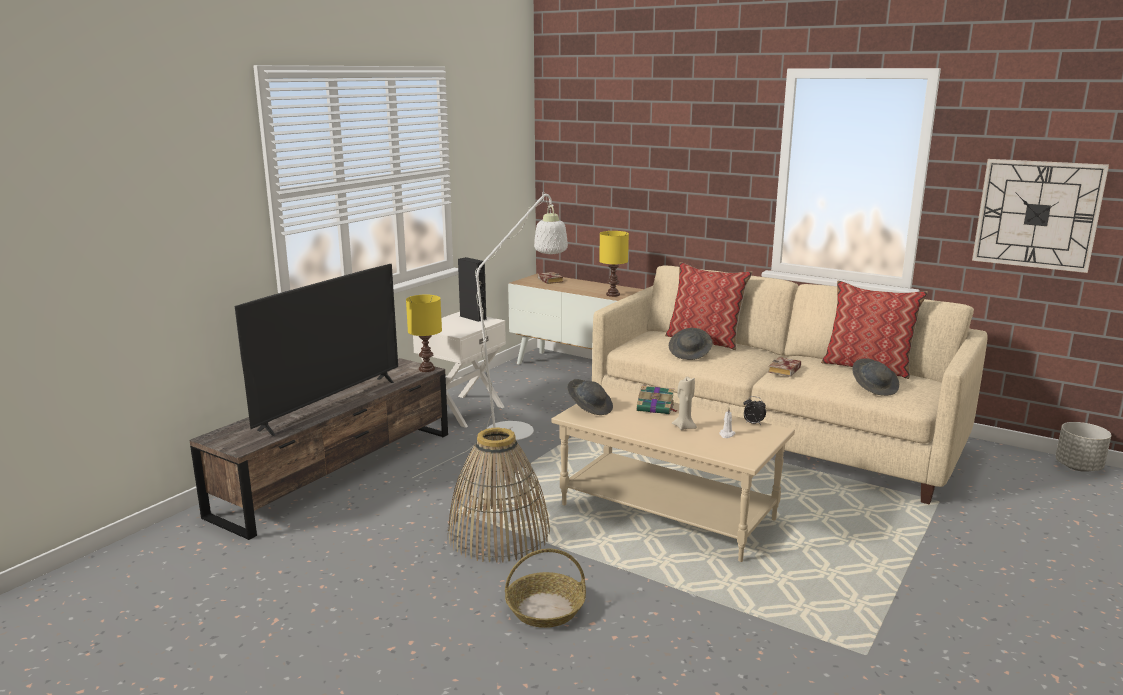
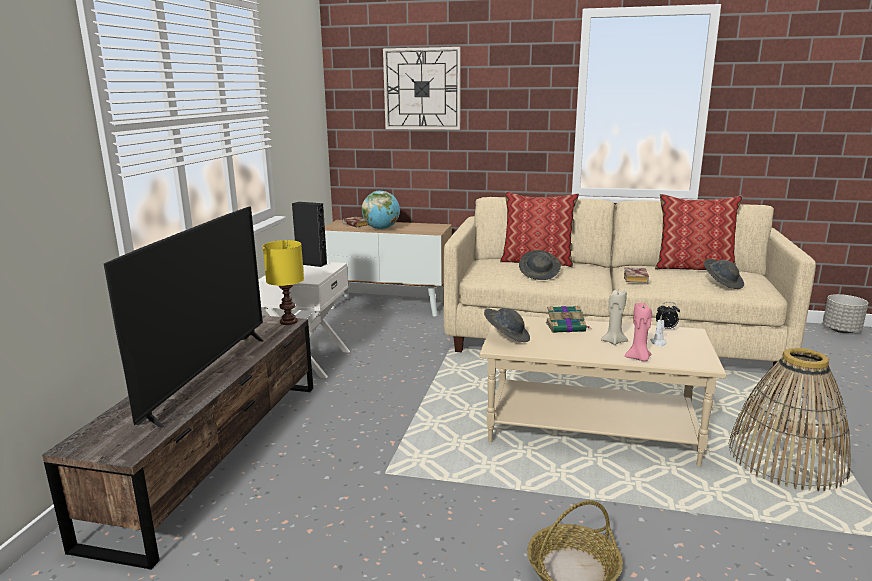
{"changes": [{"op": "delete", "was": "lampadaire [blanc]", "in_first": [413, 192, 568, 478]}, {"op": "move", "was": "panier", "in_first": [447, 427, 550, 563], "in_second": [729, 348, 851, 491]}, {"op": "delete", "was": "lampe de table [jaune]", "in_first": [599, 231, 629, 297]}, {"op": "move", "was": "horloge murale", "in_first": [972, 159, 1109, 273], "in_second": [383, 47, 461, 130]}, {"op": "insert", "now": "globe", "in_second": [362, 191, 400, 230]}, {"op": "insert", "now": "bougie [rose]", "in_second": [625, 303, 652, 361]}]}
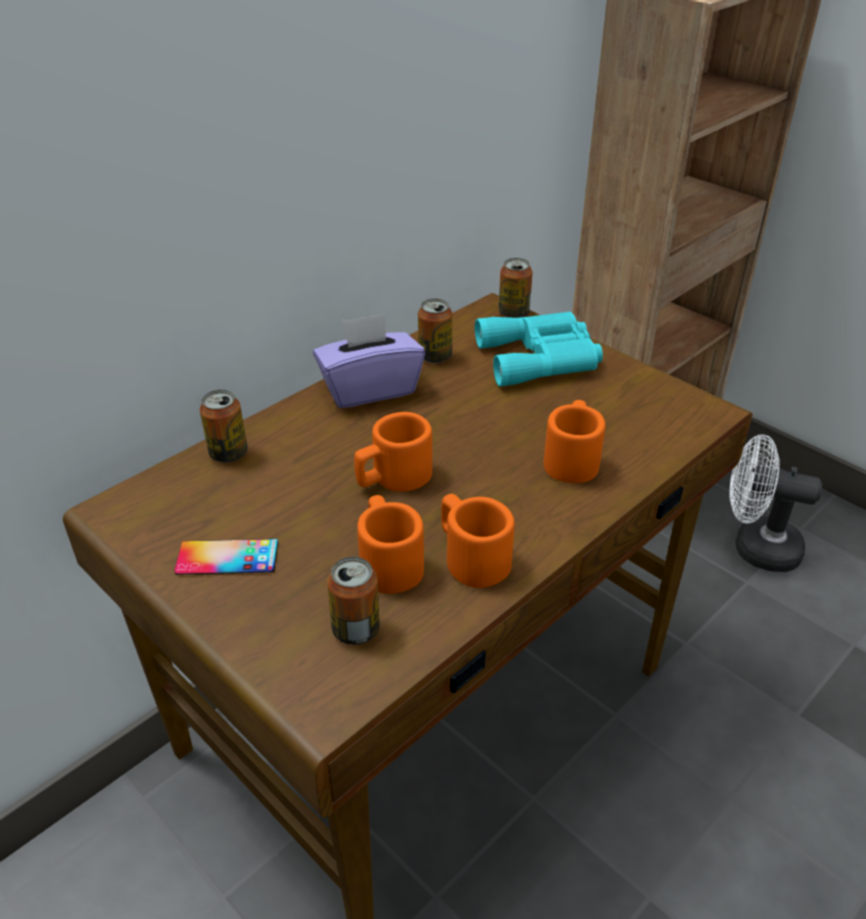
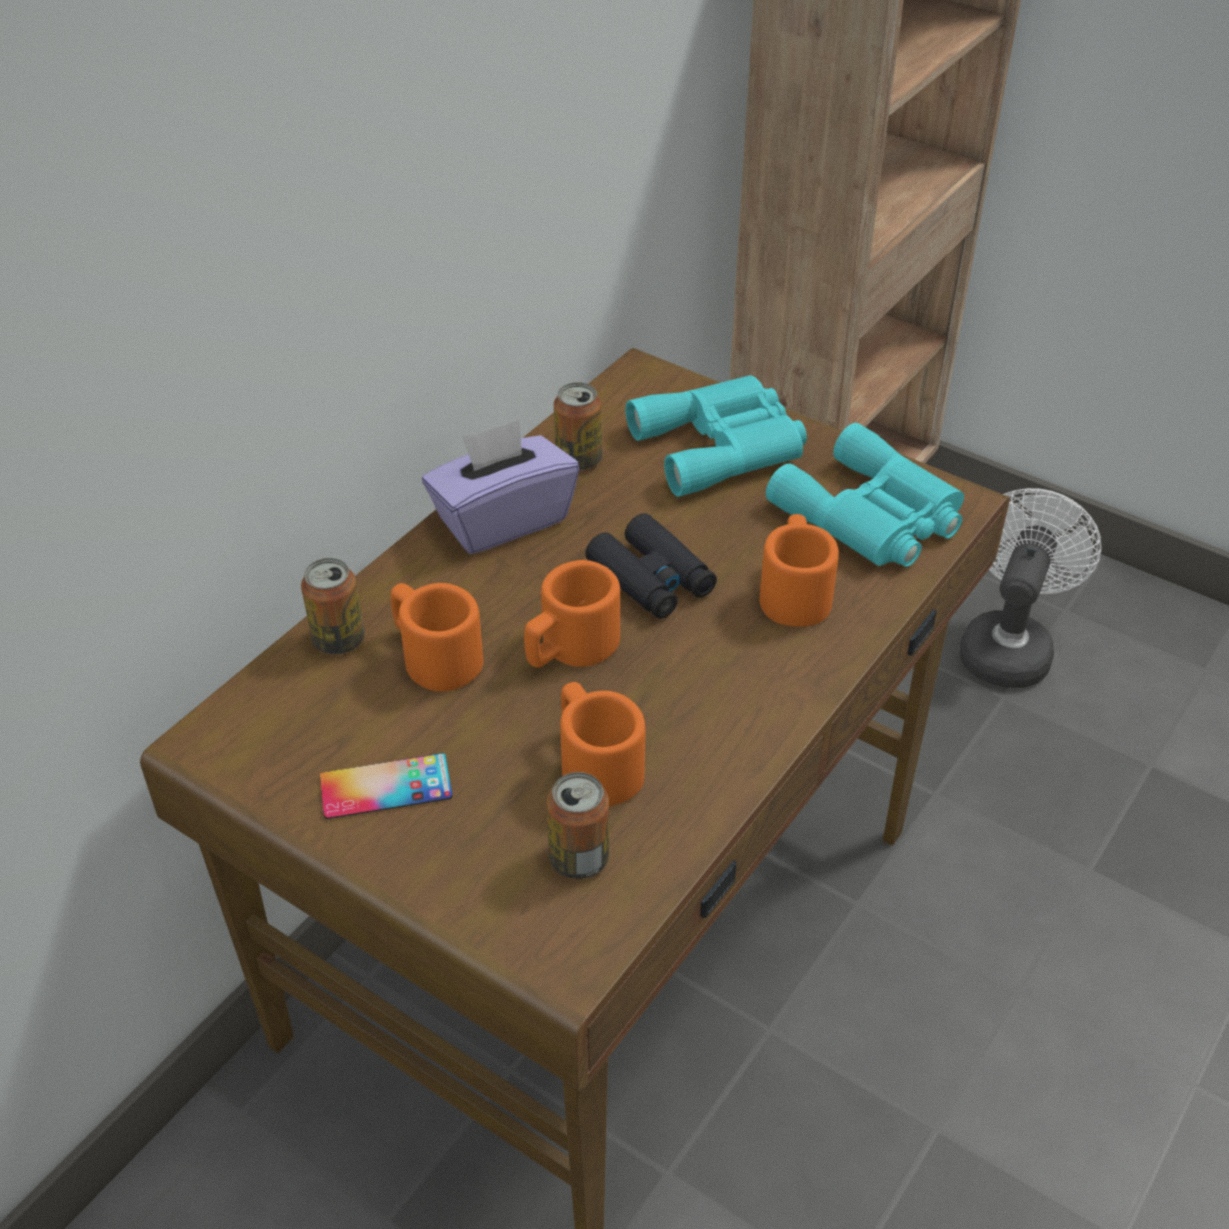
{"changes": [{"op": "move", "was": "mug [orange]", "in_first": [441, 494, 515, 588], "in_second": [391, 583, 483, 692]}, {"op": "delete", "was": "boîte métallique", "in_first": [499, 258, 533, 318]}, {"op": "rotate", "was": "ventilateur [blanc]", "in_first": [730, 435, 823, 572], "in_second": [959, 488, 1102, 688], "clockwise": 105}, {"op": "insert", "now": "jumelles [noir]", "in_second": [585, 513, 717, 619]}, {"op": "insert", "now": "jumelles [turquoise]", "in_second": [766, 423, 964, 567]}]}
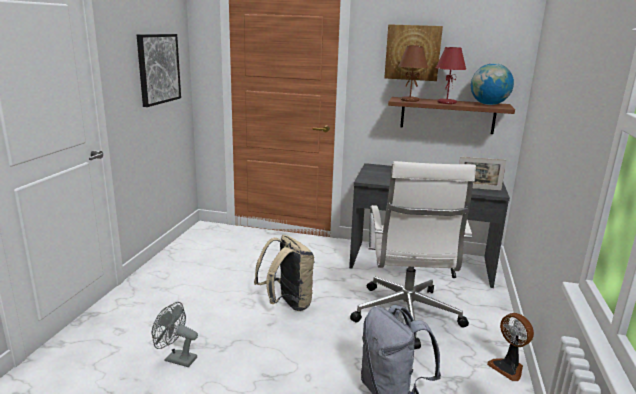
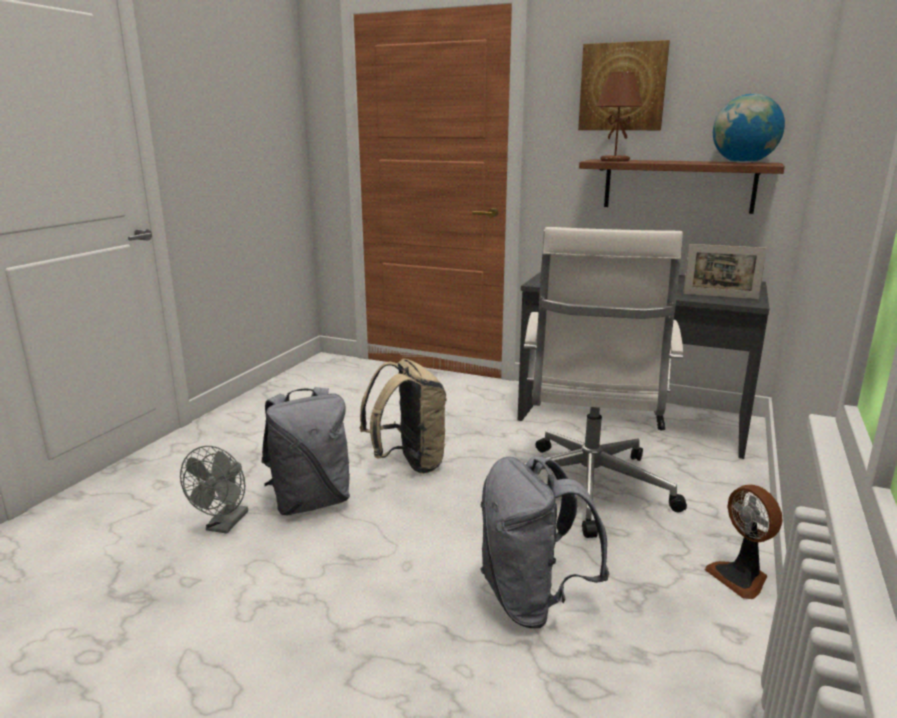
{"changes": [{"op": "delete", "was": "tableau", "in_first": [137, 34, 181, 107]}, {"op": "rotate", "was": "ventilateur [gris]", "in_first": [152, 302, 198, 367], "in_second": [180, 446, 248, 534], "clockwise": -105}, {"op": "delete", "was": "lampe de table [rouge]", "in_first": [436, 47, 466, 104]}, {"op": "insert", "now": "sac à dos [gris]", "in_second": [261, 387, 350, 515]}]}
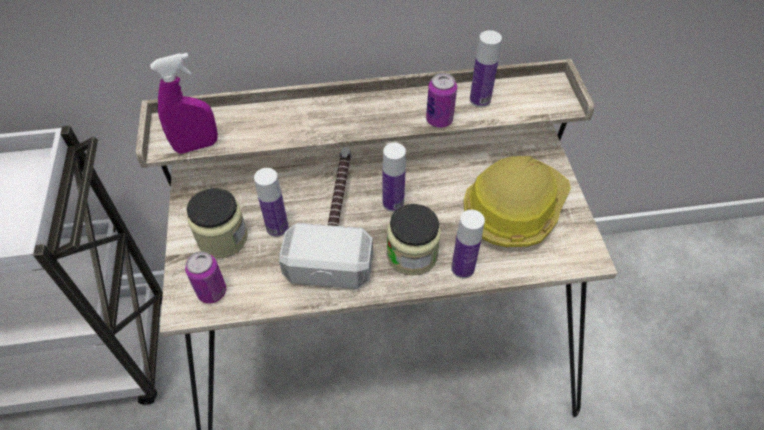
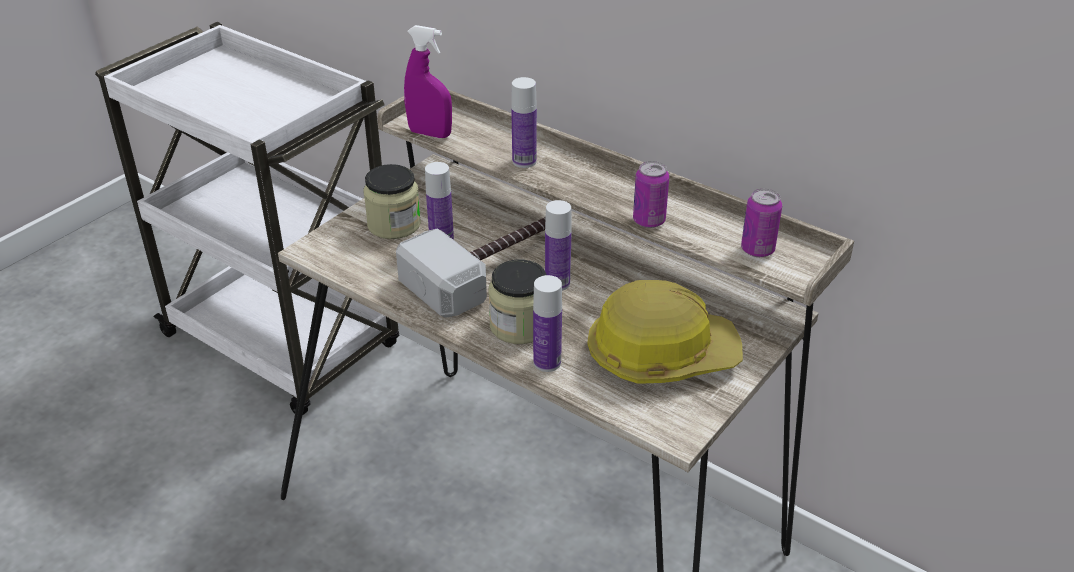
{"changes": [{"op": "move", "was": "boîte métallique", "in_first": [185, 251, 226, 304], "in_second": [741, 189, 782, 257]}, {"op": "move", "was": "bouteille", "in_first": [470, 30, 502, 107], "in_second": [511, 77, 537, 168]}]}
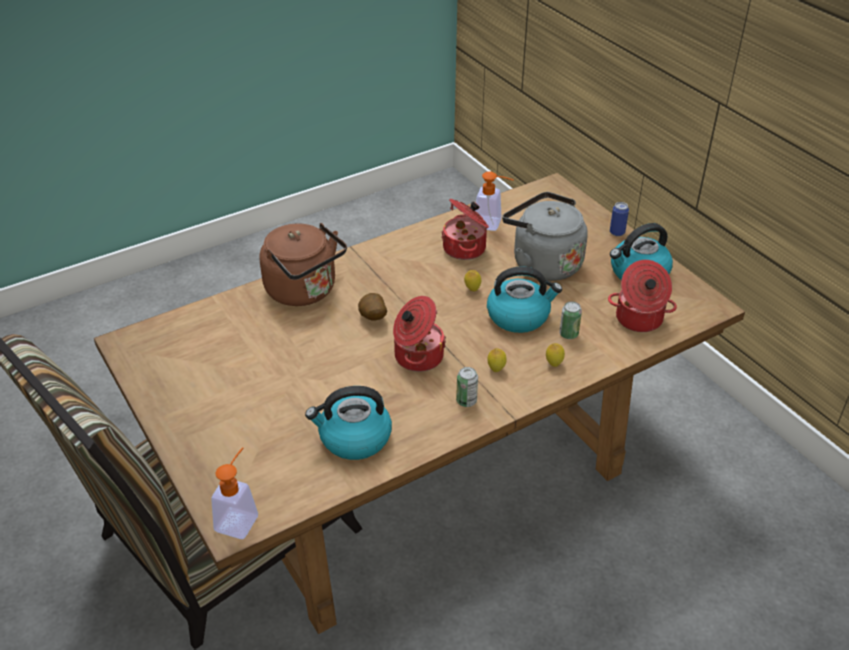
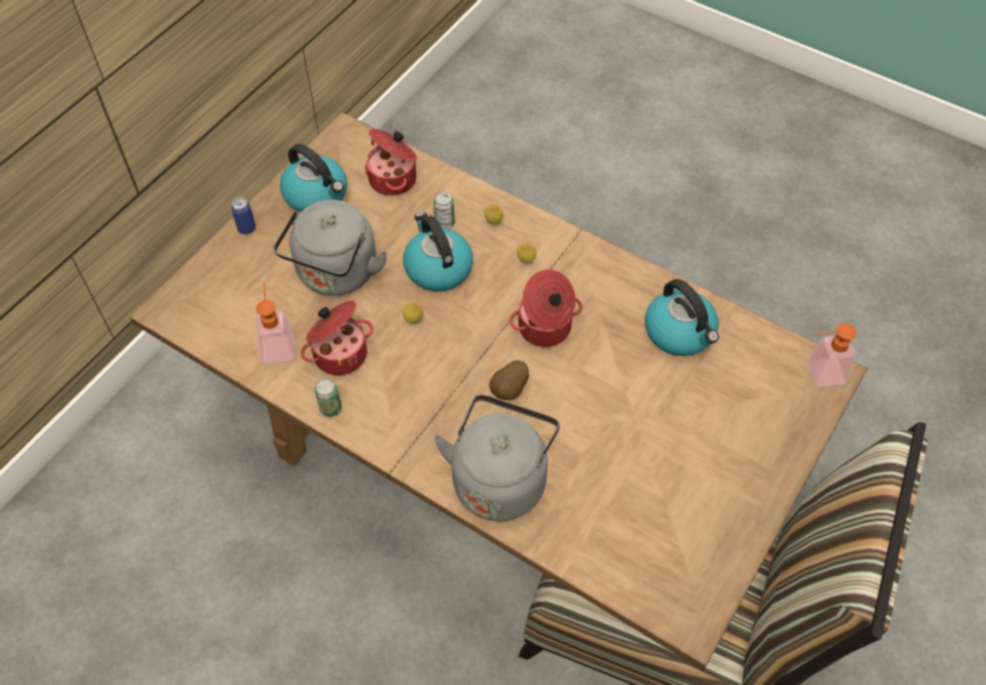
{"changes": [{"op": "recolor", "was": "bouilloire [marron]", "now": "bouilloire [gris]", "in_first": [259, 223, 347, 306], "in_second": [434, 395, 560, 521]}, {"op": "move", "was": "boîte métallique", "in_first": [456, 367, 478, 407], "in_second": [315, 378, 342, 417]}]}
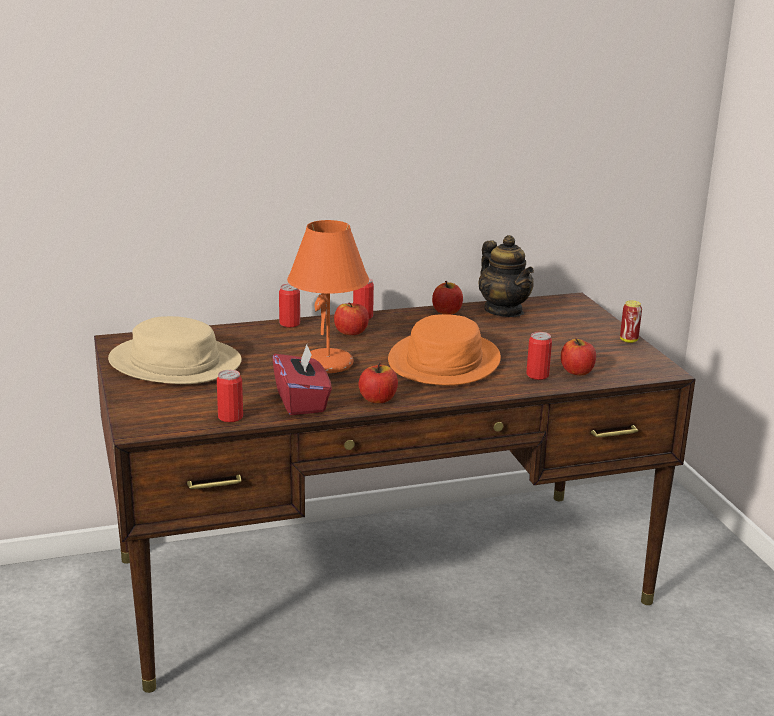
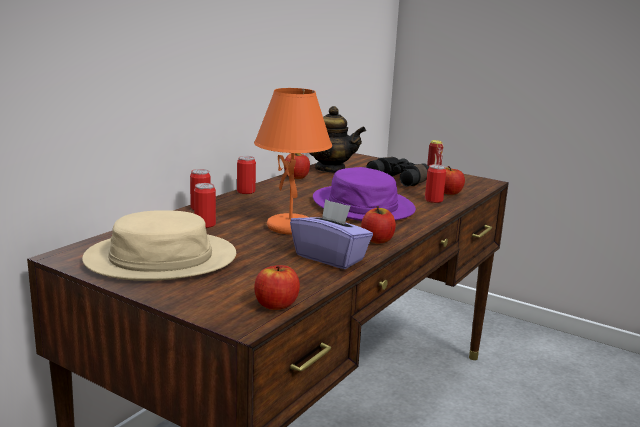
{"changes": [{"op": "move", "was": "boîte métallique", "in_first": [217, 370, 243, 422], "in_second": [194, 183, 216, 228]}, {"op": "recolor", "was": "boîte à mouchoirs [rouge]", "now": "boîte à mouchoirs [violet]", "in_first": [272, 344, 332, 415], "in_second": [290, 199, 373, 269]}, {"op": "move", "was": "pomme", "in_first": [334, 302, 369, 335], "in_second": [254, 265, 300, 310]}, {"op": "recolor", "was": "chapeau [orange]", "now": "chapeau [violet]", "in_first": [388, 314, 501, 386], "in_second": [313, 167, 416, 221]}, {"op": "insert", "now": "jumelles [noir]", "in_second": [366, 157, 429, 186]}]}
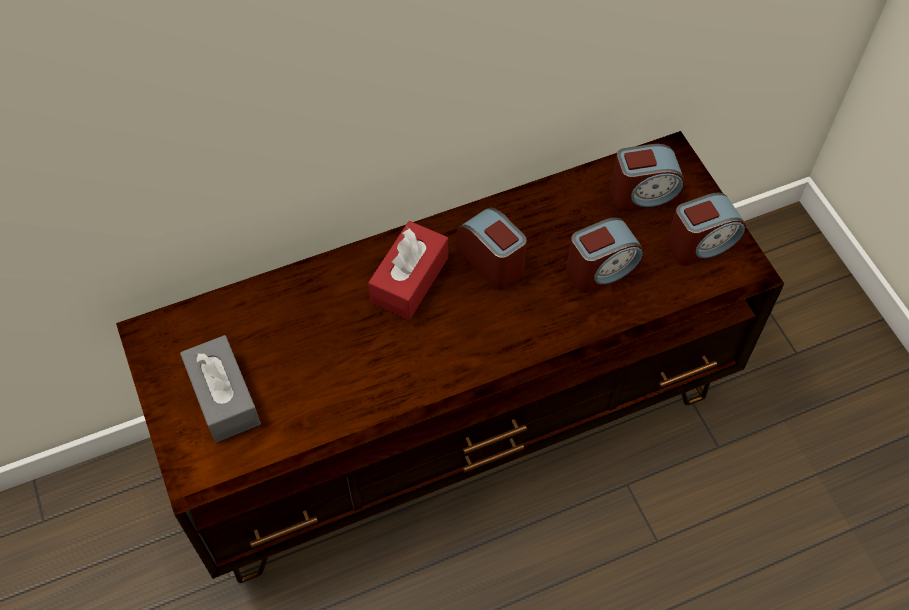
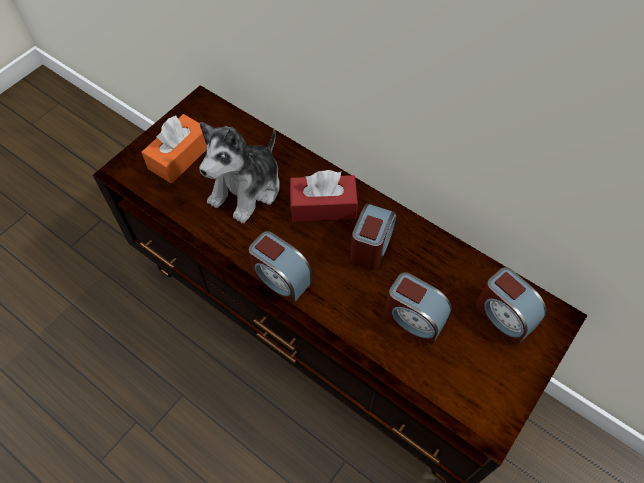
{"changes": [{"op": "recolor", "was": "boîte à mouchoirs [gris]", "now": "boîte à mouchoirs [orange]", "in_first": [180, 335, 261, 443], "in_second": [141, 114, 206, 183]}, {"op": "move", "was": "réveil", "in_first": [666, 193, 746, 266], "in_second": [249, 231, 312, 304]}, {"op": "insert", "now": "peluche", "in_second": [199, 122, 280, 223]}]}
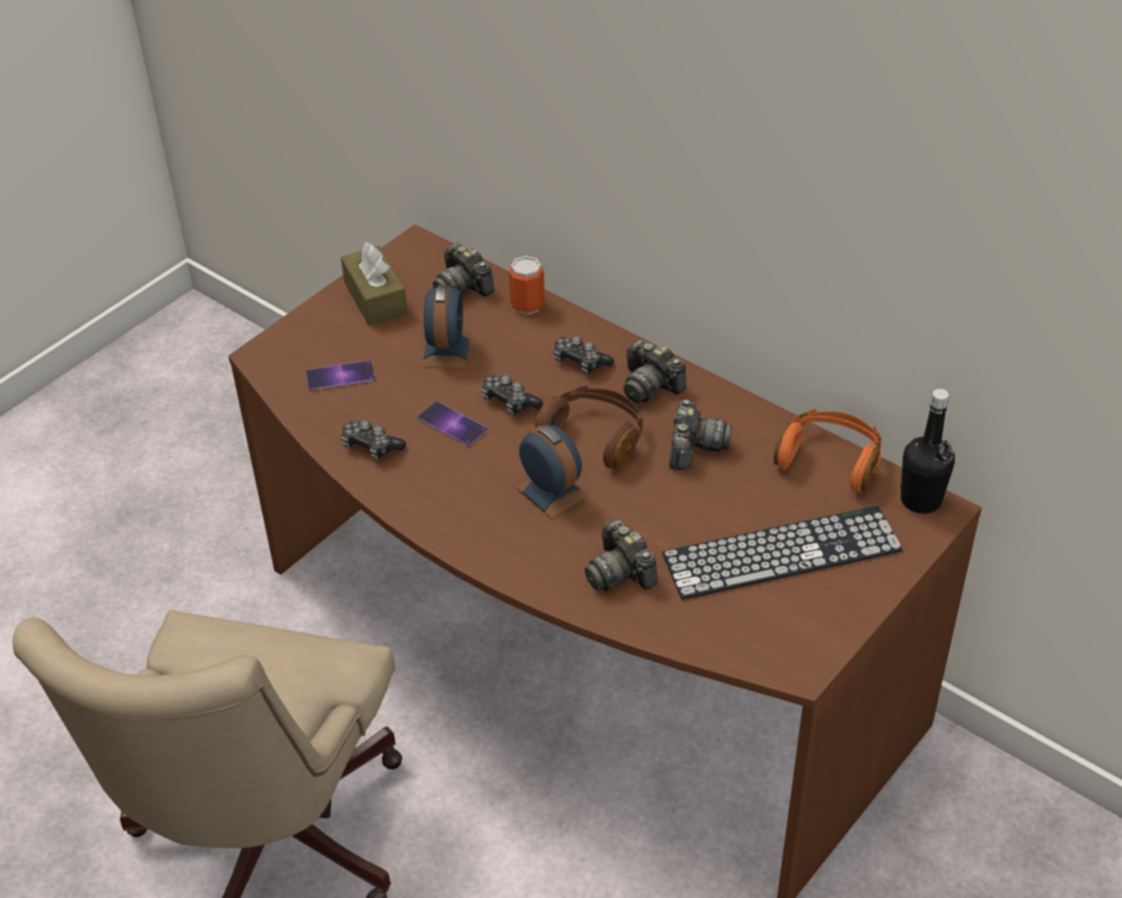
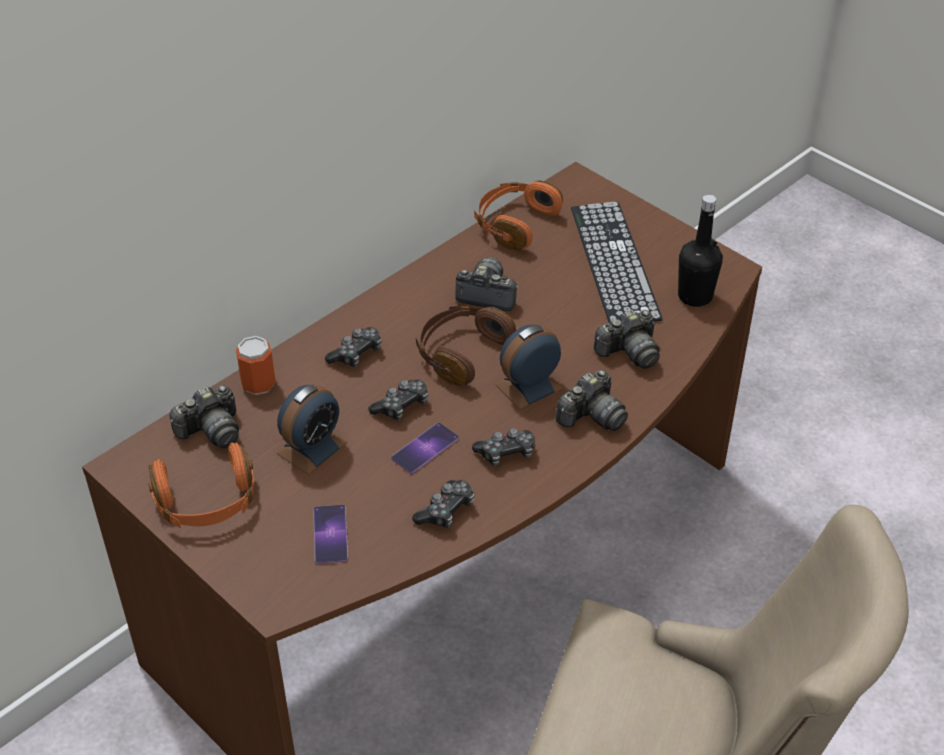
{"changes": [{"op": "replace", "was": "boîte à mouchoirs [marron]", "now": "casque audio [orange]", "in_first": [341, 242, 408, 326], "in_second": [148, 442, 254, 528]}, {"op": "rotate", "was": "réveil", "in_first": [423, 285, 470, 369], "in_second": [276, 385, 347, 475], "clockwise": 120}, {"op": "move", "was": "appareil photo", "in_first": [624, 339, 686, 403], "in_second": [556, 370, 628, 431]}, {"op": "move", "was": "bouteille [noir]", "in_first": [901, 389, 955, 514], "in_second": [678, 195, 723, 307]}, {"op": "insert", "now": "manette", "in_second": [472, 428, 535, 466]}]}
